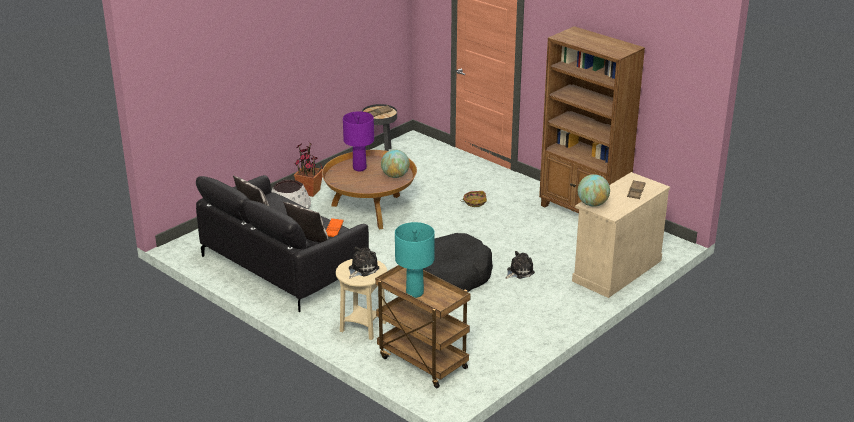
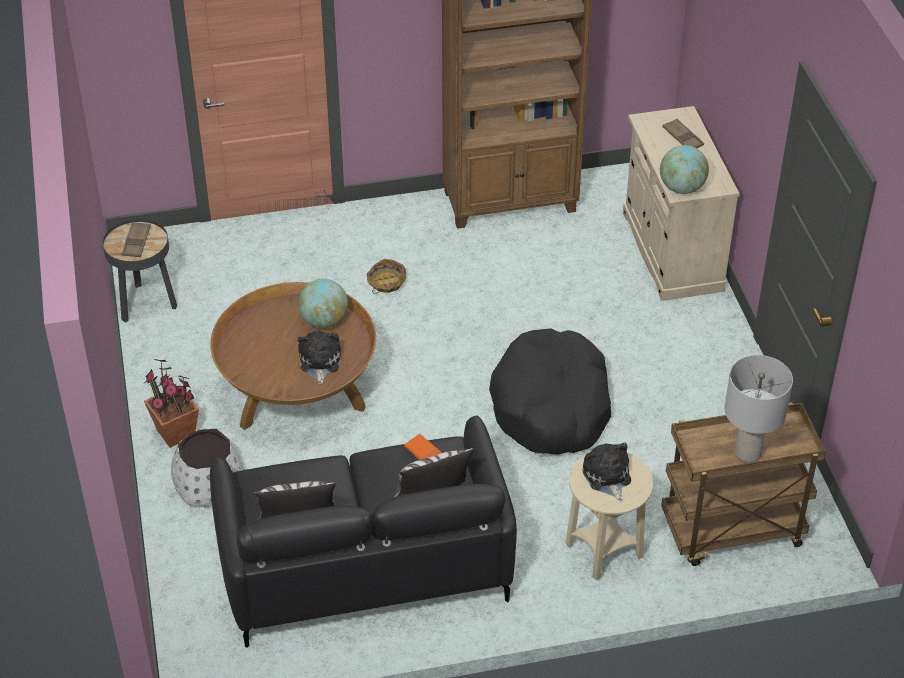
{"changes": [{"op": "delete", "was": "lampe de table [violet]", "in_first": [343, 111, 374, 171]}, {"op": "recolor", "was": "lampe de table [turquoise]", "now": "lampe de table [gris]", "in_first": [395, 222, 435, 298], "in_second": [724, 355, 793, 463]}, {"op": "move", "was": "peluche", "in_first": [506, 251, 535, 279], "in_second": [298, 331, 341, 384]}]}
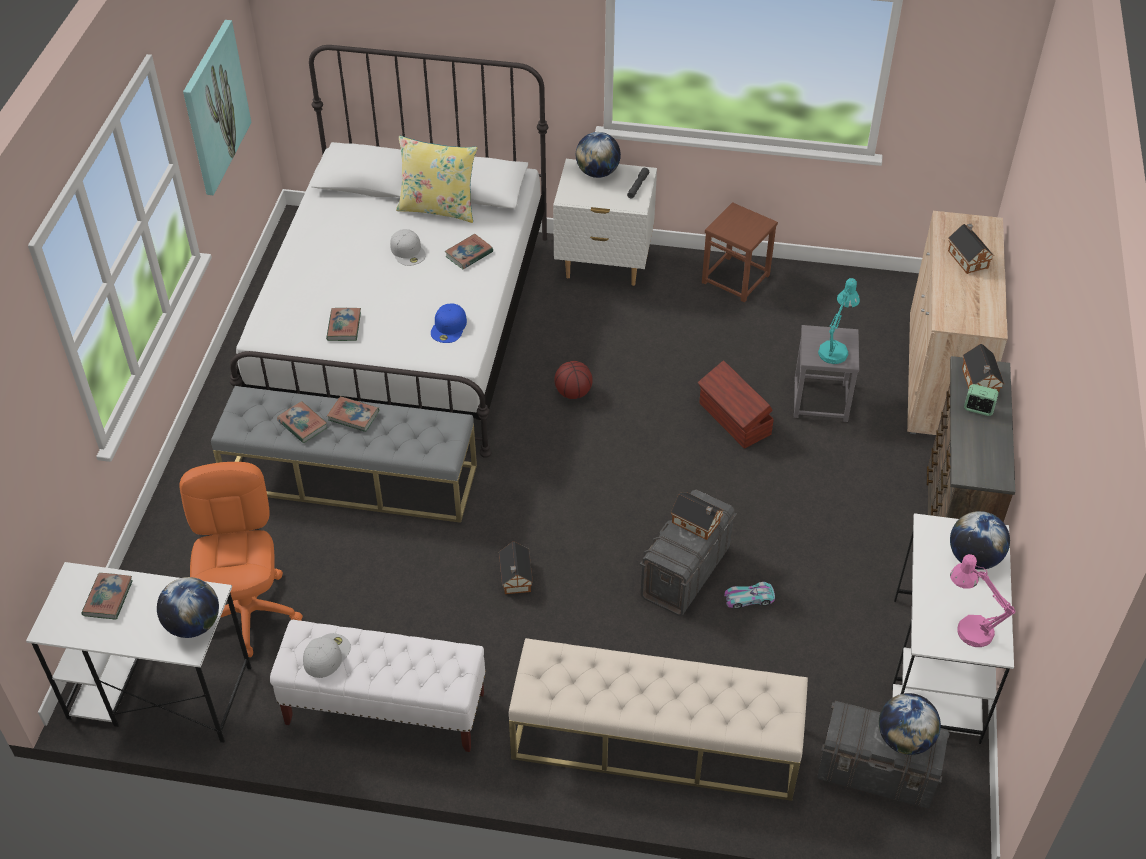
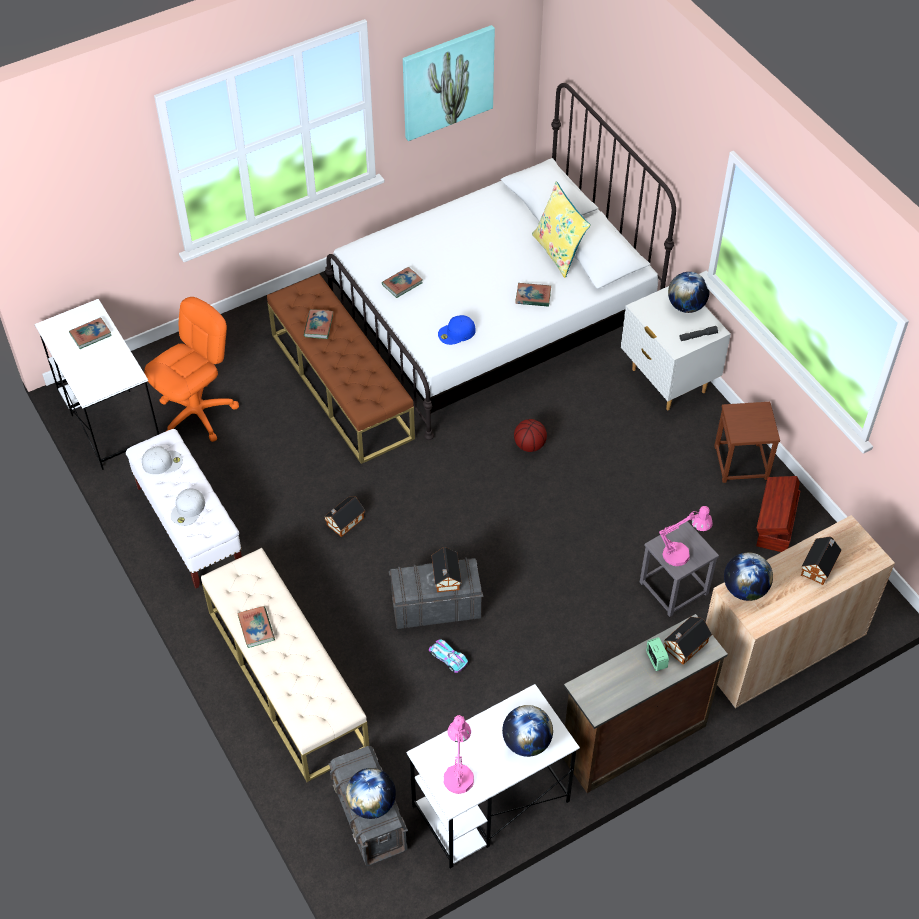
{"changes": [{"op": "move", "was": "globe", "in_first": [157, 577, 219, 638], "in_second": [724, 552, 773, 601]}, {"op": "recolor", "was": "banc [gris]", "now": "banc [marron]", "in_first": [211, 386, 477, 523], "in_second": [267, 274, 415, 464]}, {"op": "move", "was": "livre", "in_first": [327, 396, 379, 432], "in_second": [237, 606, 275, 648]}, {"op": "move", "was": "casquette [blanc]", "in_first": [390, 229, 426, 266], "in_second": [171, 488, 205, 526]}, {"op": "move", "was": "boîte de rangement [marron]", "in_first": [698, 360, 774, 449], "in_second": [756, 476, 800, 552]}, {"op": "recolor", "was": "lampe de table [turquoise]", "now": "lampe de table [rose]", "in_first": [818, 278, 860, 364], "in_second": [660, 506, 713, 566]}]}
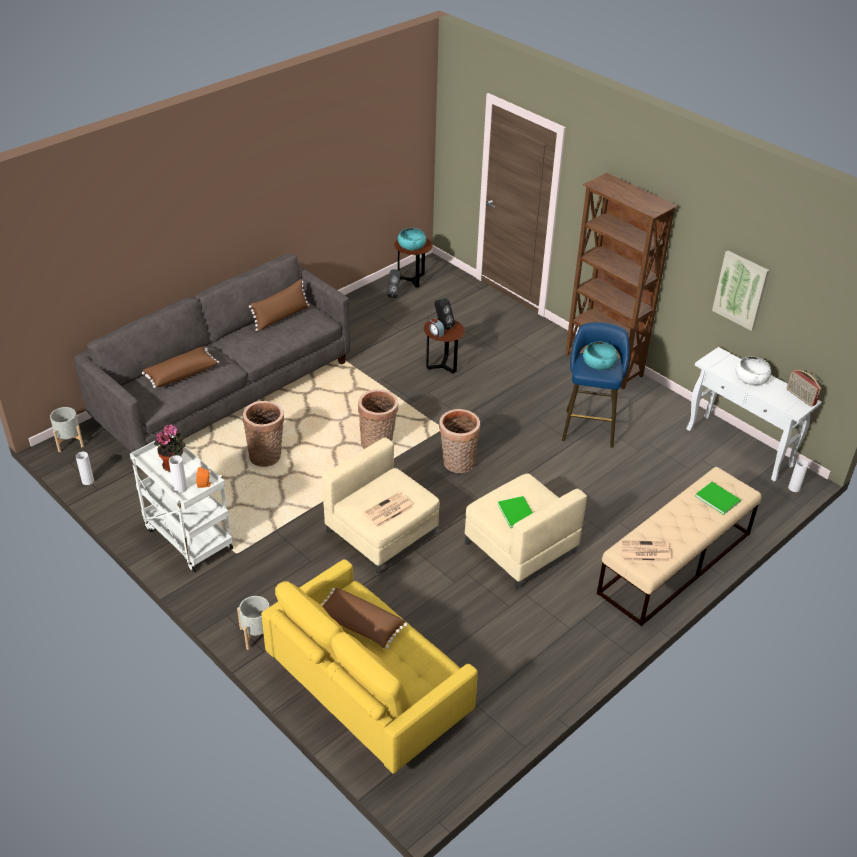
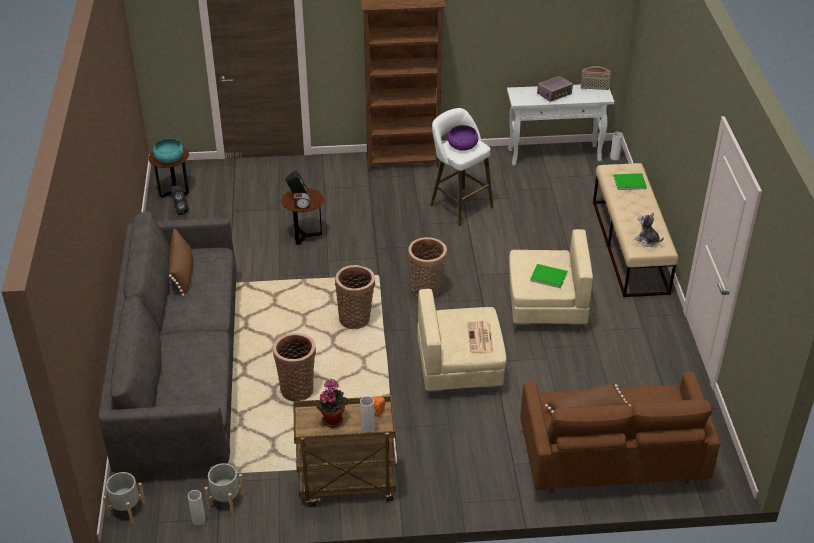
{"changes": [{"op": "recolor", "was": "chariot [blanc]", "now": "chariot [marron]", "in_first": [130, 434, 233, 573], "in_second": [293, 395, 396, 507]}, {"op": "delete", "was": "coussin [marron]", "in_first": [142, 347, 219, 388]}, {"op": "move", "was": "cache-pot [gris]", "in_first": [237, 596, 269, 650], "in_second": [205, 463, 245, 515]}, {"op": "recolor", "was": "canapé [jaune]", "now": "canapé [marron]", "in_first": [261, 559, 478, 774], "in_second": [520, 372, 720, 493]}, {"op": "recolor", "was": "tabouret [bleu]", "now": "tabouret [blanc]", "in_first": [562, 322, 630, 448], "in_second": [430, 108, 493, 226]}, {"op": "recolor", "was": "bol [turquoise]", "now": "bol [violet]", "in_first": [583, 341, 618, 370], "in_second": [448, 125, 478, 151]}, {"op": "replace", "was": "journal", "now": "peluche", "in_first": [620, 540, 671, 562], "in_second": [634, 212, 664, 247]}, {"op": "delete", "was": "tableau", "in_first": [712, 251, 769, 331]}, {"op": "replace", "was": "bol [blanc]", "now": "radio", "in_first": [736, 356, 771, 386], "in_second": [537, 76, 573, 102]}]}
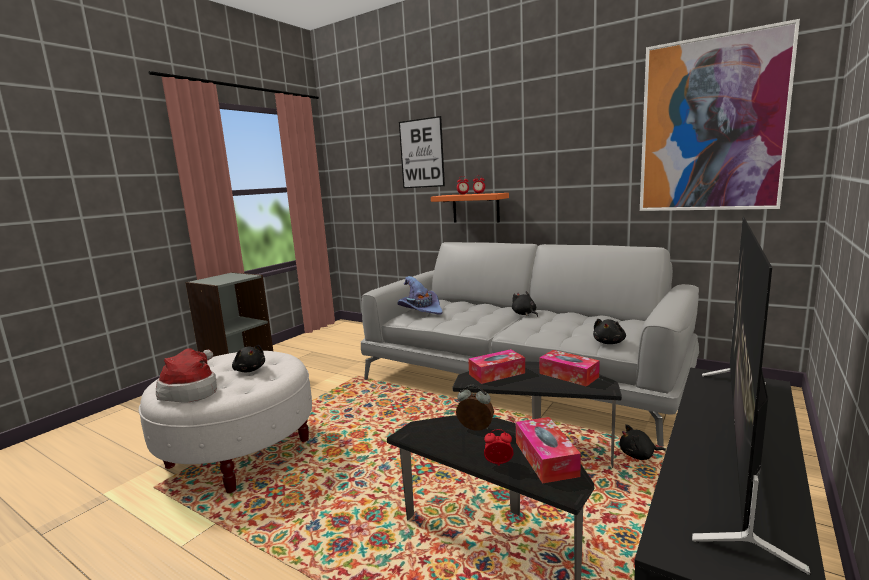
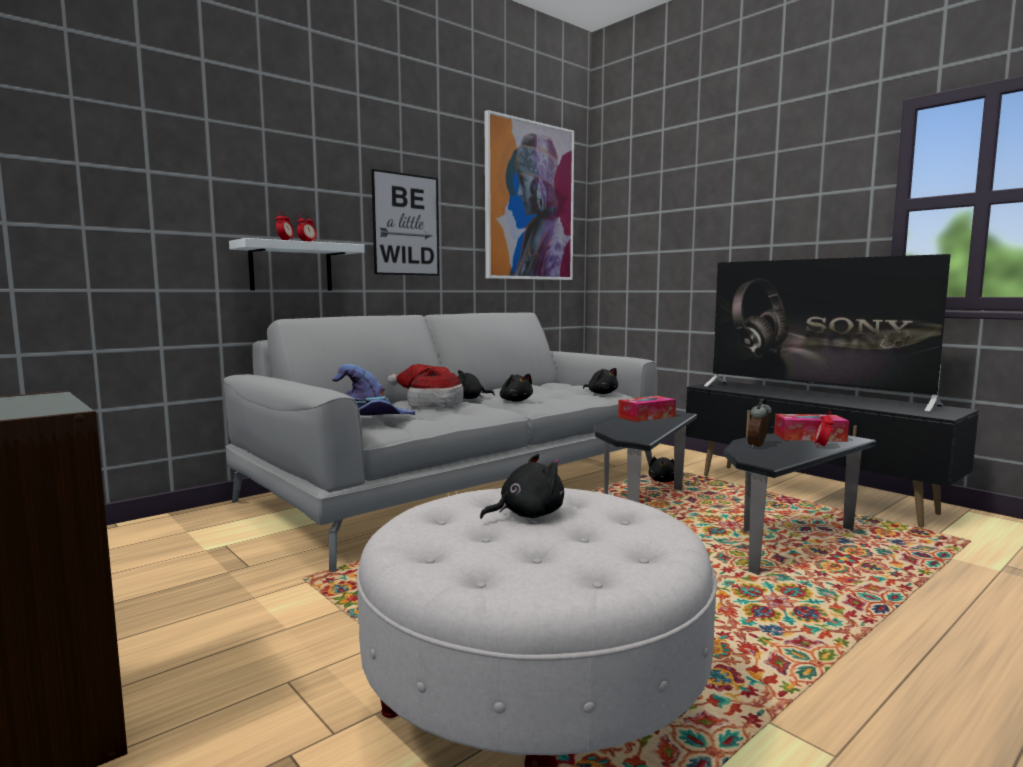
{"changes": [{"op": "move", "was": "chapeau", "in_first": [156, 348, 217, 402], "in_second": [388, 364, 464, 408]}, {"op": "move", "was": "tableau", "in_first": [399, 116, 445, 188], "in_second": [371, 169, 439, 276]}, {"op": "recolor", "was": "étagère [orange]", "now": "étagère [blanc]", "in_first": [431, 193, 509, 223], "in_second": [229, 238, 365, 290]}, {"op": "delete", "was": "boîte à mouchoirs", "in_first": [468, 349, 525, 384]}, {"op": "insert", "now": "peluche [noir]", "in_second": [500, 374, 533, 402]}]}
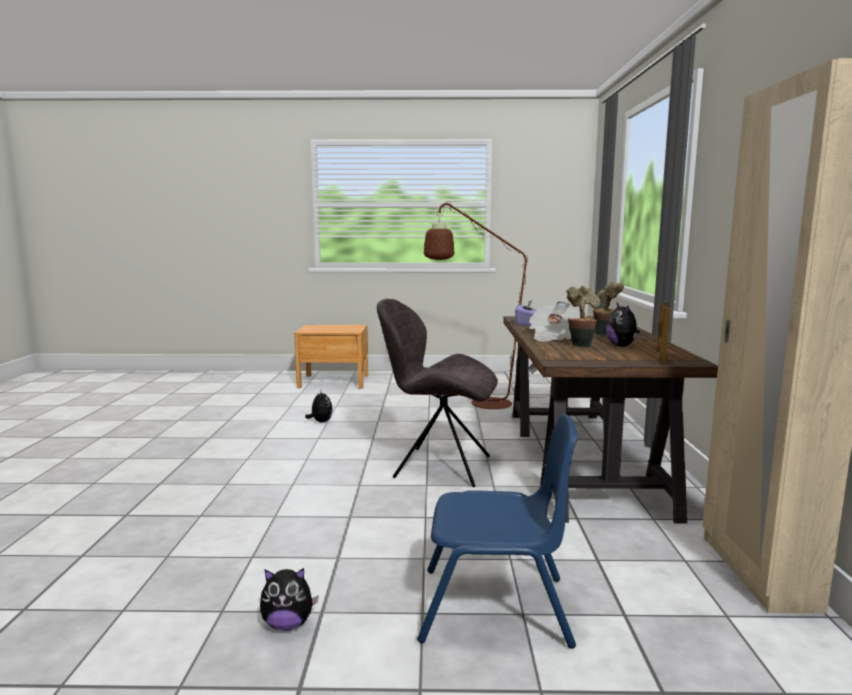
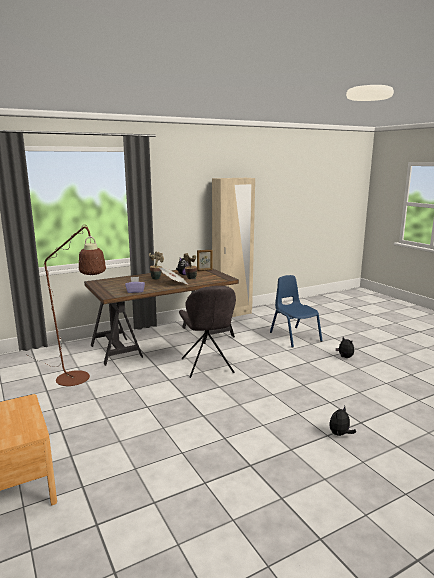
{"changes": [{"op": "move", "was": "peluche", "in_first": [305, 389, 333, 422], "in_second": [329, 406, 356, 436]}]}
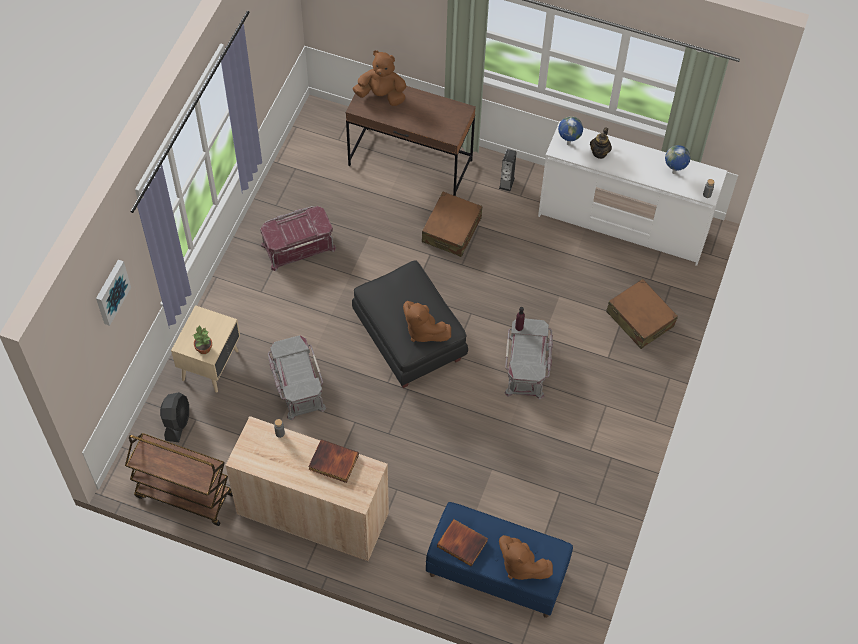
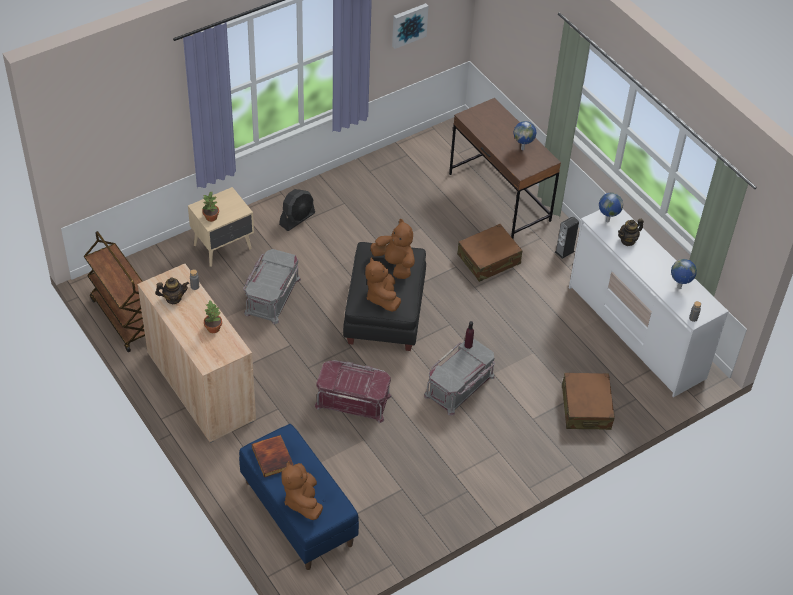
{"changes": [{"op": "move", "was": "tableau", "in_first": [96, 260, 131, 326], "in_second": [392, 3, 429, 49]}, {"op": "move", "was": "ventilateur [noir]", "in_first": [160, 392, 189, 442], "in_second": [279, 189, 315, 231]}, {"op": "move", "was": "boîte de rangement [rouge]", "in_first": [260, 206, 336, 271], "in_second": [314, 360, 392, 423]}, {"op": "replace", "was": "livre", "now": "plante en pot", "in_first": [308, 439, 359, 483], "in_second": [204, 301, 222, 333]}, {"op": "move", "was": "peluche [marron]", "in_first": [353, 51, 406, 106], "in_second": [370, 219, 415, 279]}, {"op": "insert", "now": "théière", "in_second": [155, 278, 189, 304]}, {"op": "insert", "now": "globe", "in_second": [513, 121, 537, 150]}]}
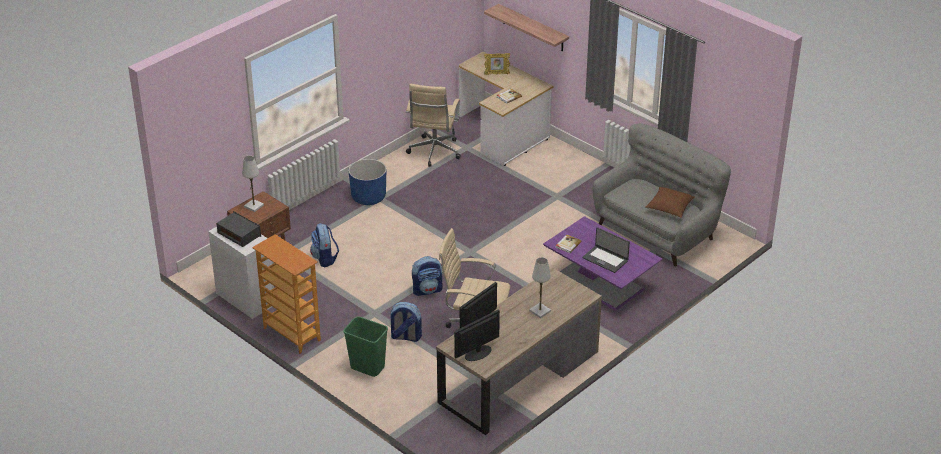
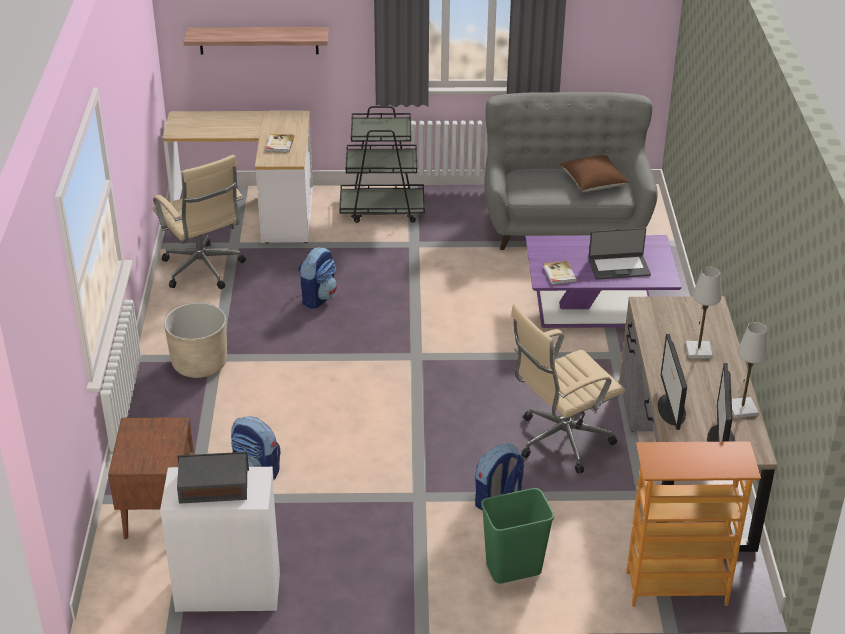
{"changes": [{"op": "move", "was": "lampe de table [blanc]", "in_first": [242, 156, 264, 212], "in_second": [732, 322, 768, 418]}, {"op": "move", "was": "bibliothèque", "in_first": [252, 234, 321, 354], "in_second": [626, 441, 761, 607]}, {"op": "recolor", "was": "cache-pot [bleu]", "now": "cache-pot [beige]", "in_first": [348, 159, 386, 205], "in_second": [164, 303, 227, 378]}, {"op": "move", "was": "sac à dos", "in_first": [412, 256, 443, 296], "in_second": [298, 247, 337, 309]}, {"op": "delete", "was": "cadre photo", "in_first": [484, 53, 510, 75]}, {"op": "insert", "now": "chariot [noir]", "in_second": [339, 106, 425, 223]}]}
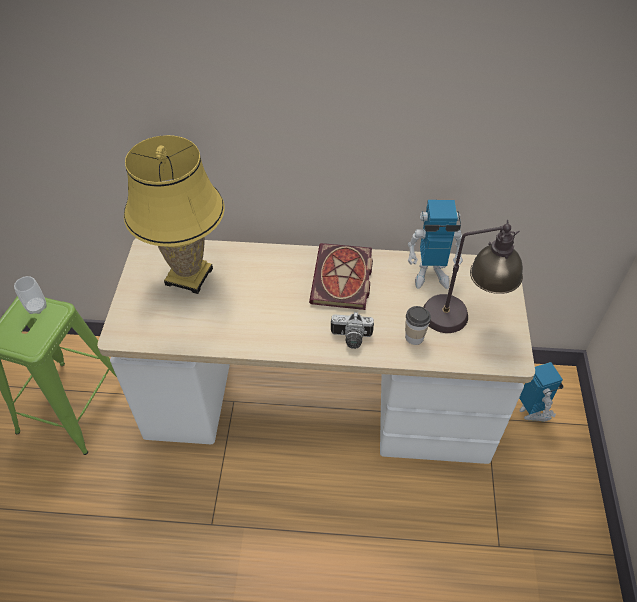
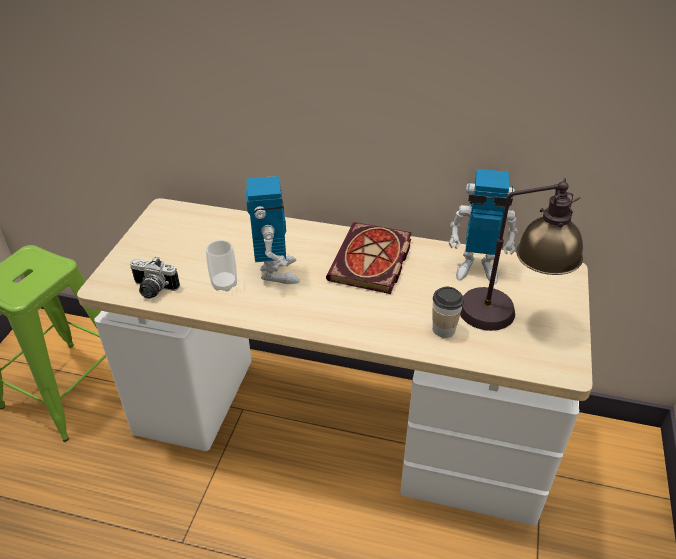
{"changes": [{"op": "move", "was": "tasse", "in_first": [14, 276, 47, 314], "in_second": [206, 240, 237, 292]}, {"op": "delete", "was": "lampe de table [jaune]", "in_first": [124, 135, 225, 294]}, {"op": "move", "was": "appareil photo", "in_first": [331, 312, 374, 349], "in_second": [130, 257, 180, 299]}, {"op": "move", "was": "robot jouet", "in_first": [519, 362, 563, 422], "in_second": [246, 176, 300, 284]}]}
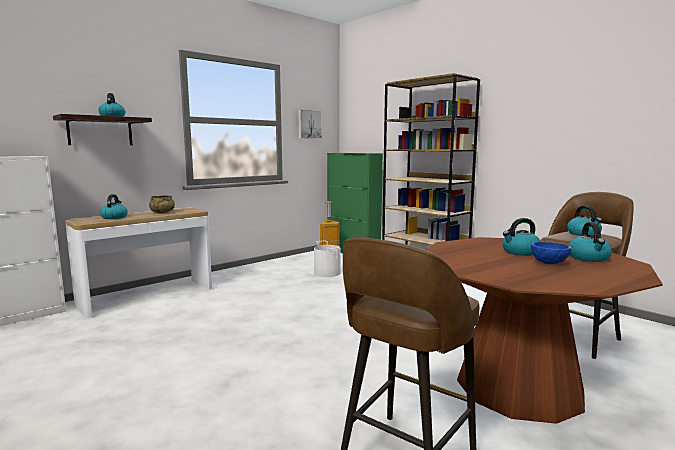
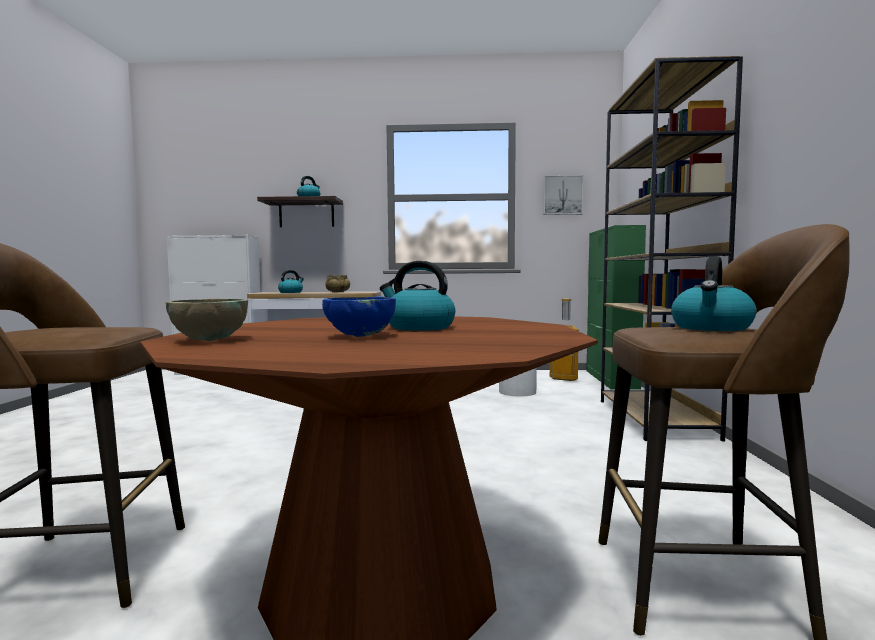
{"changes": [{"op": "delete", "was": "bouilloire", "in_first": [568, 222, 612, 262]}, {"op": "insert", "now": "bol [beige]", "in_second": [166, 298, 248, 341]}]}
